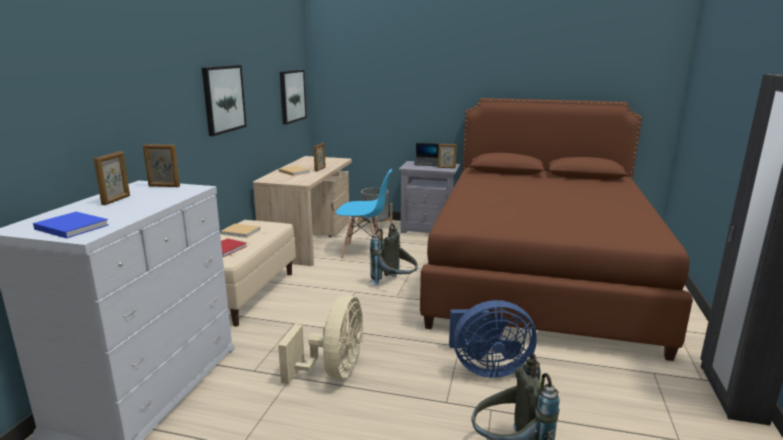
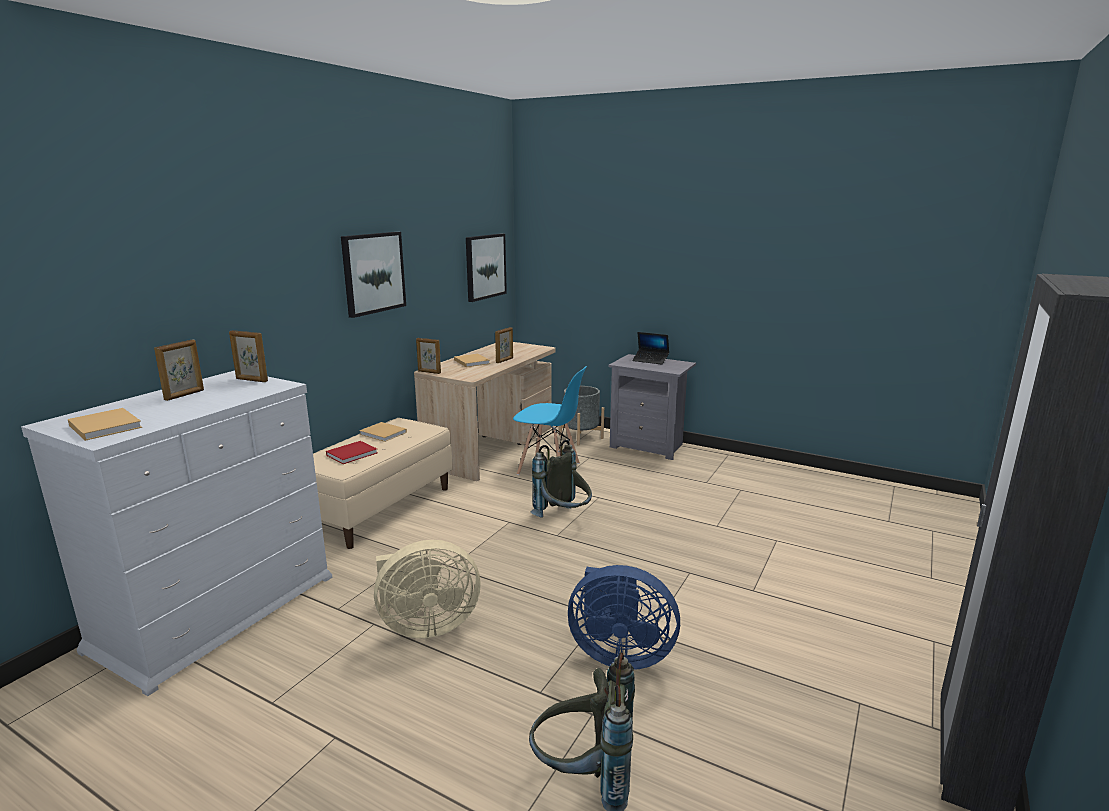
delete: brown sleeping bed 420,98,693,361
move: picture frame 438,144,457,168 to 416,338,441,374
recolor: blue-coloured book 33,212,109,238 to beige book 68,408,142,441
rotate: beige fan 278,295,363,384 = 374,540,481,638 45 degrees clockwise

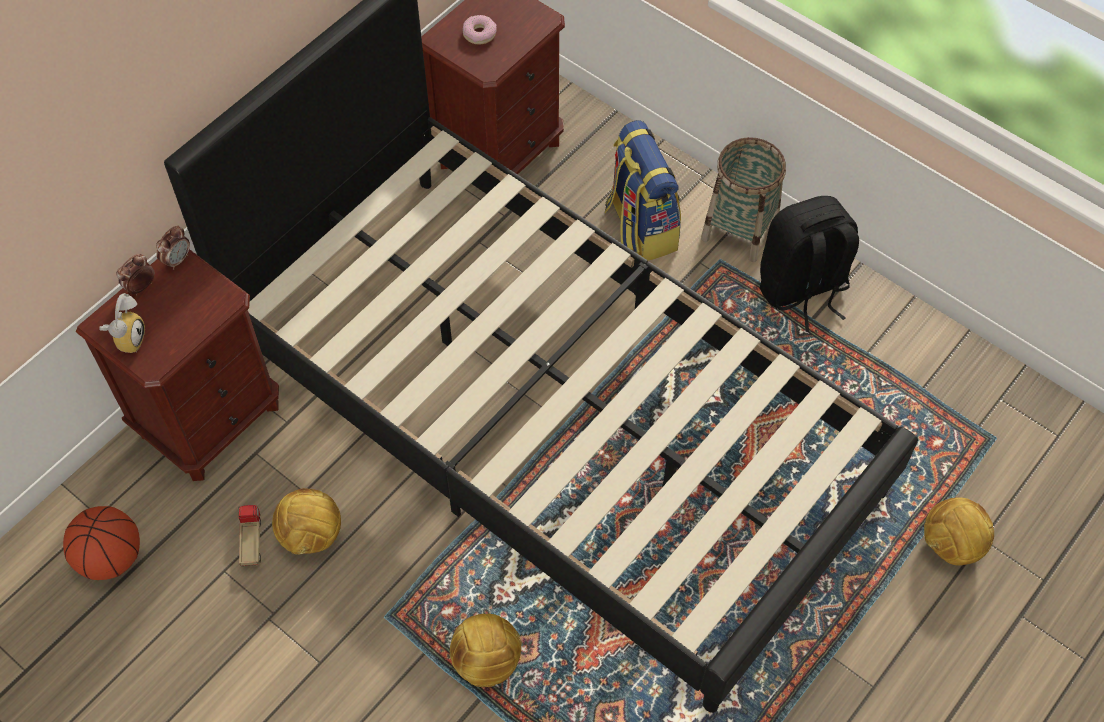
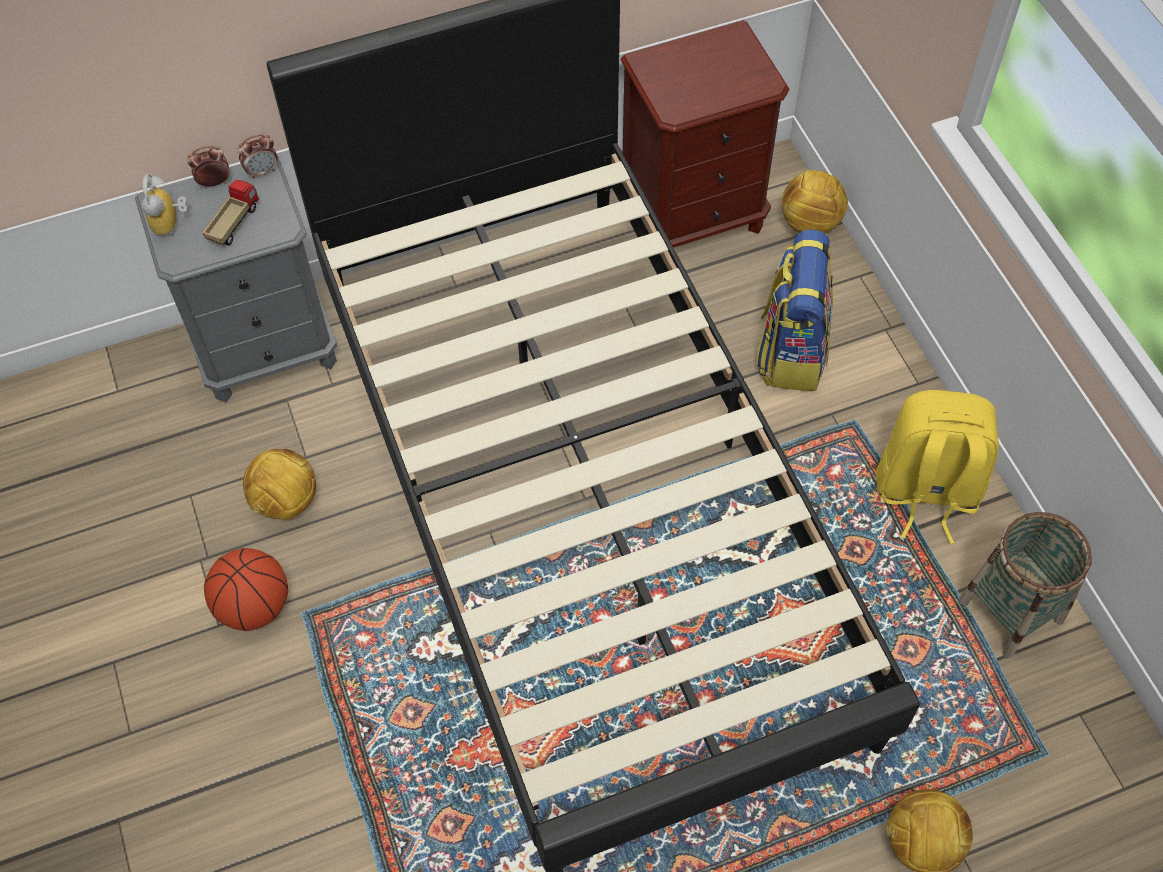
delete: ring doughnut 463,15,497,44
move: model truck 238,505,261,566 to 203,180,259,246; ball for basketball 63,506,140,580 to 204,548,288,631; football 450,614,522,687 to 781,170,848,234; storage basket 701,137,786,262 to 959,512,1092,659
recolor: brown nightstand 76,249,279,481 to greyish nightstand 135,157,337,403; blackish knapsack 760,196,859,332 to yellow knapsack 876,390,999,544
rotate: bedside clock 99,293,145,353 = 141,174,188,236 135 degrees clockwise

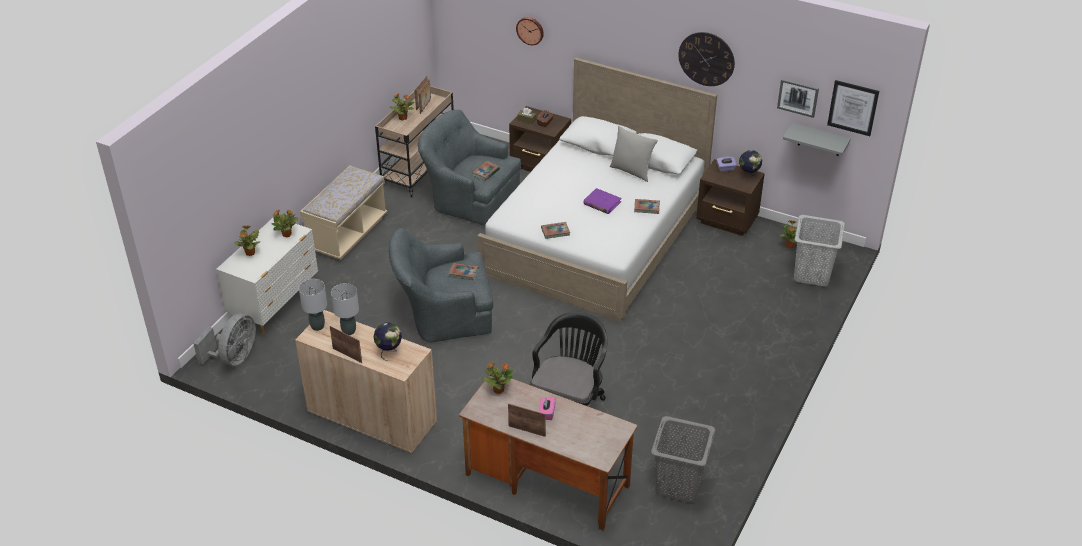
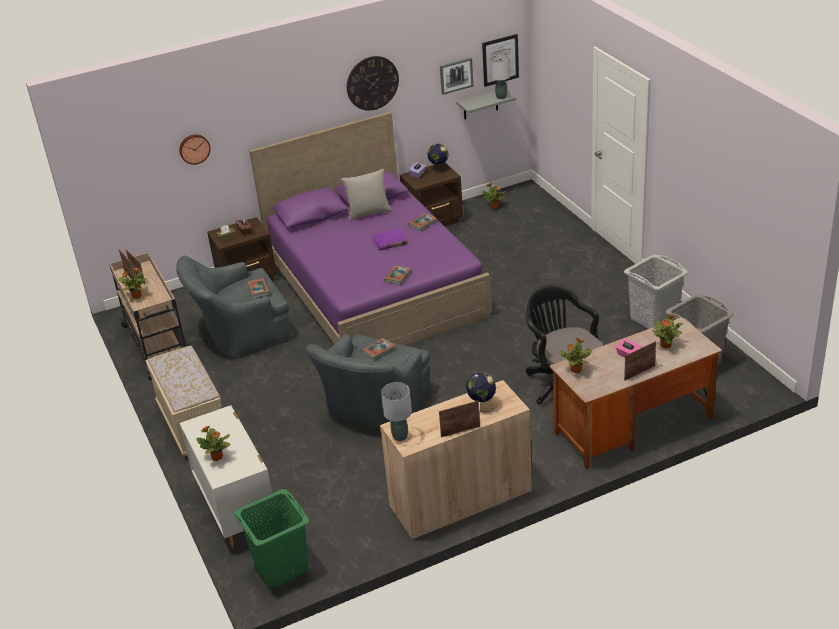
move: greyish table lamp 331,283,359,335 to 490,55,511,99; greyish washing basket 794,215,845,287 to 624,254,688,329; houseplant 271,210,298,237 to 653,315,683,348
replace: greyish fan 193,313,256,366 to green-coloured washing basket 234,489,309,588
recolor: white sleeping bed 477,58,717,322 to purple sleeping bed 249,112,492,346

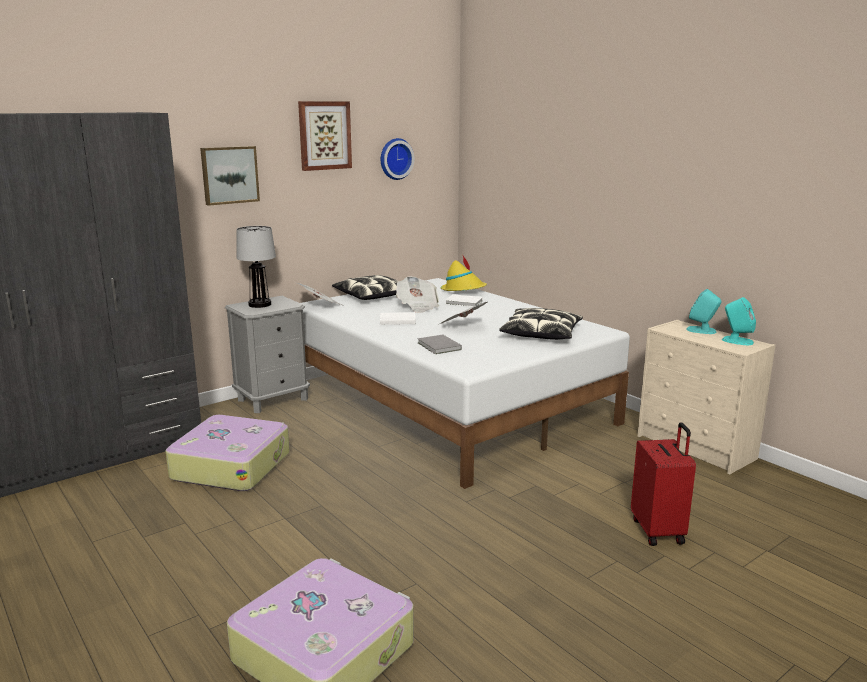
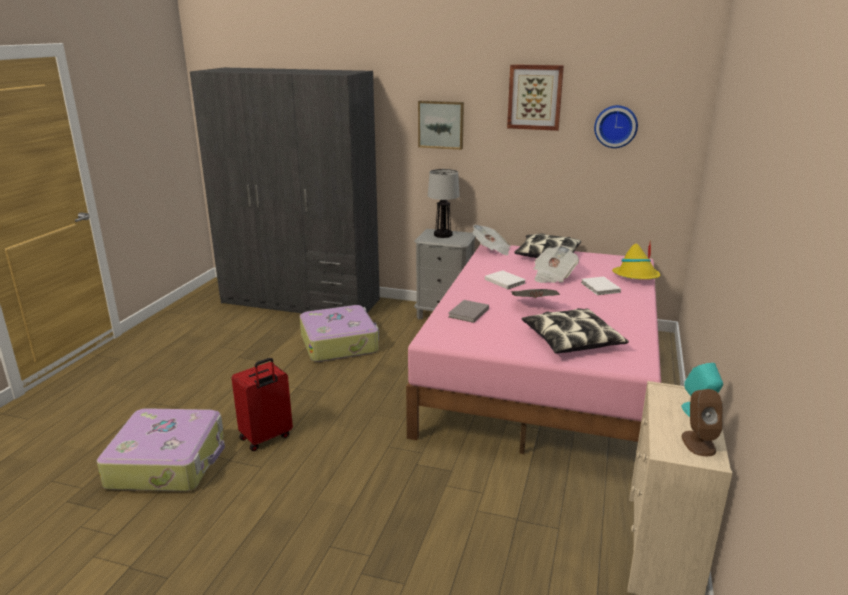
move: reddish piece of luggage 631,422,696,546 to 232,358,293,451
recolor: white sleeping bed 301,278,630,489 to pink sleeping bed 406,244,661,454; turquoise-coloured loudspeaker 722,297,756,345 to brown loudspeaker 682,389,723,456

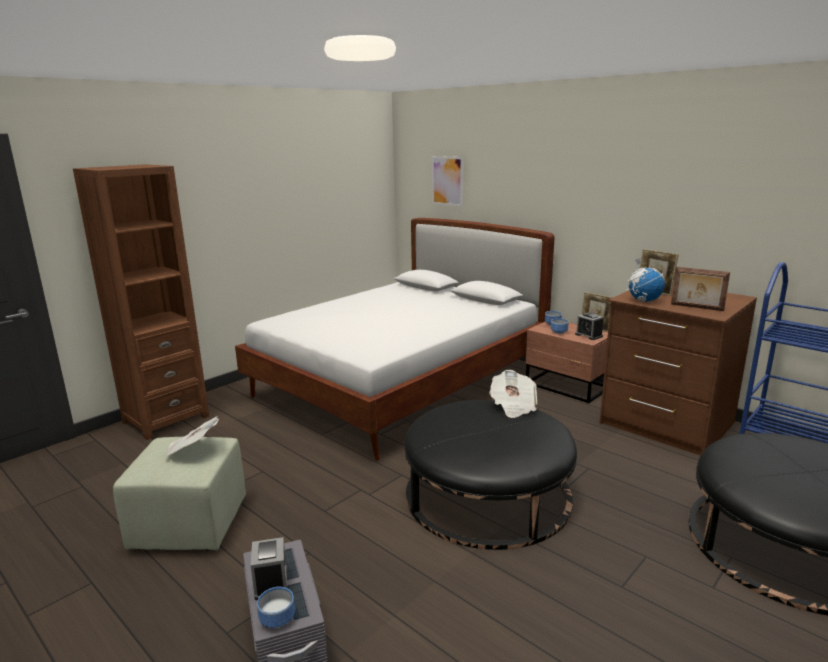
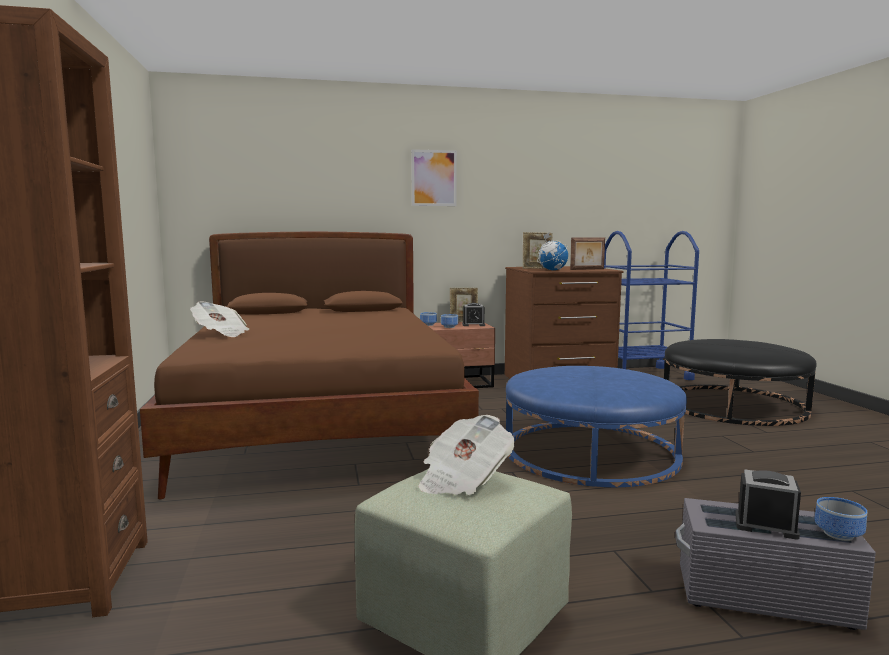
move: daily paper 489,370,537,418 to 190,302,249,337; wall art 432,156,463,207 to 411,149,457,206
recolor: white sleeping bed 235,218,555,461 to brown sleeping bed 140,232,479,500; blackish ottoman 404,400,577,550 to blue-coloured ottoman 506,366,687,487

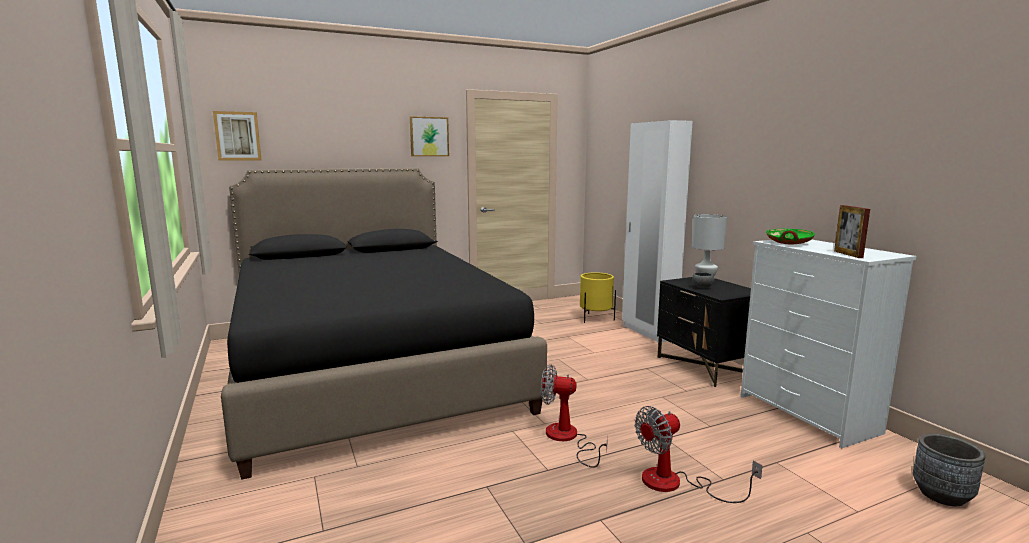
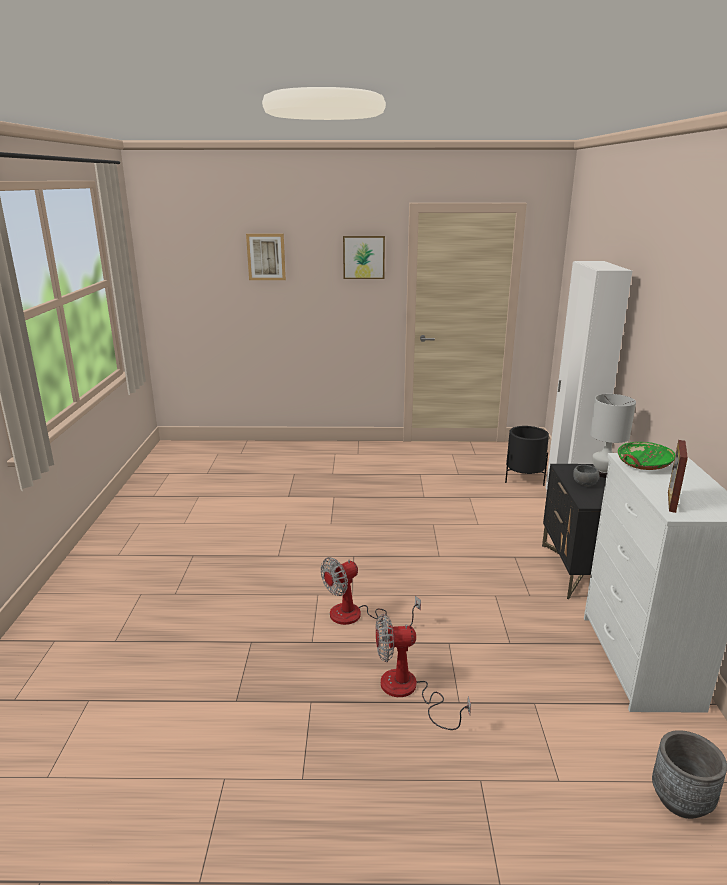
delete: blackish sleeping bed 221,168,547,480
move: wall art 213,111,261,161 to 246,234,286,280
recolor: yellow plant pot 580,272,616,323 to blackish plant pot 505,426,549,486
rotate: fan 541,364,608,468 = 321,557,421,626 75 degrees counterclockwise

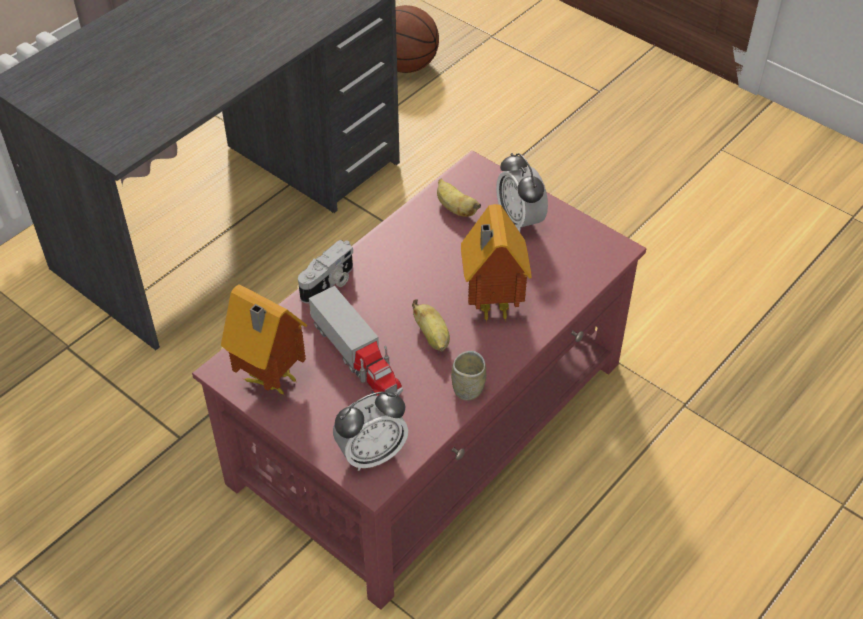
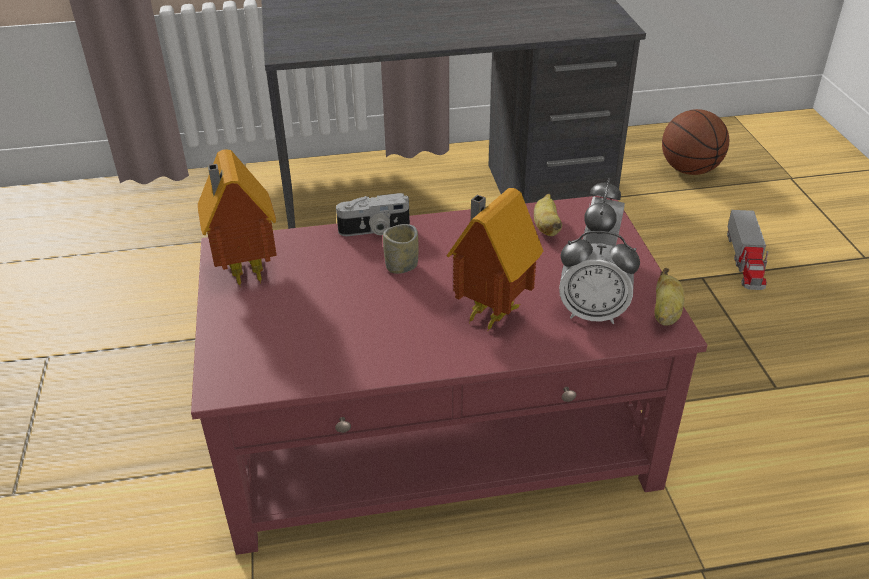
move: drinking cup 451,351,486,401 to 383,224,419,274; bedside clock 333,391,408,471 to 559,231,640,324; whole banana 412,299,450,352 to 655,268,685,326; model truck 309,286,403,396 to 727,210,768,290

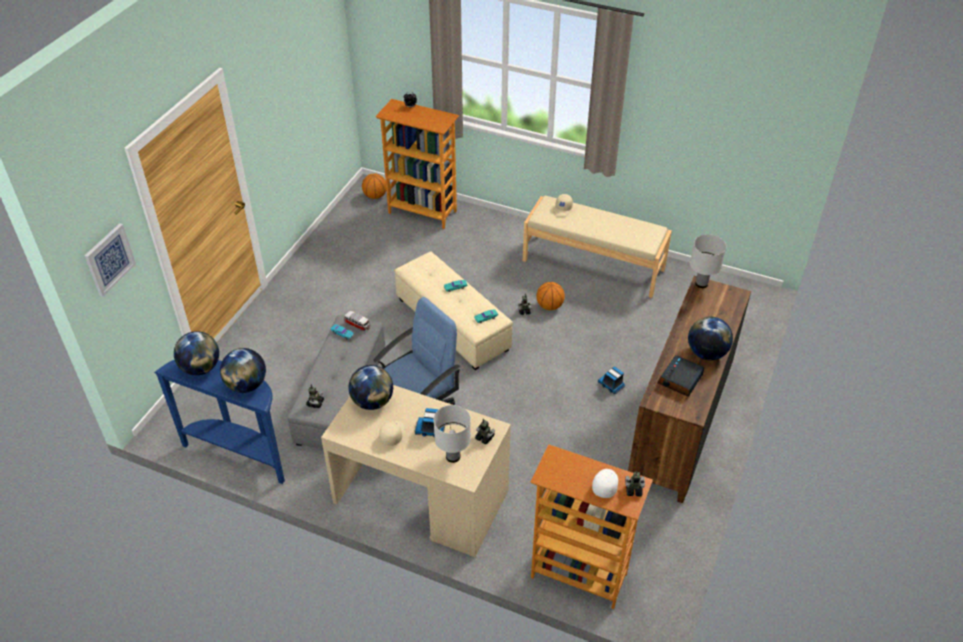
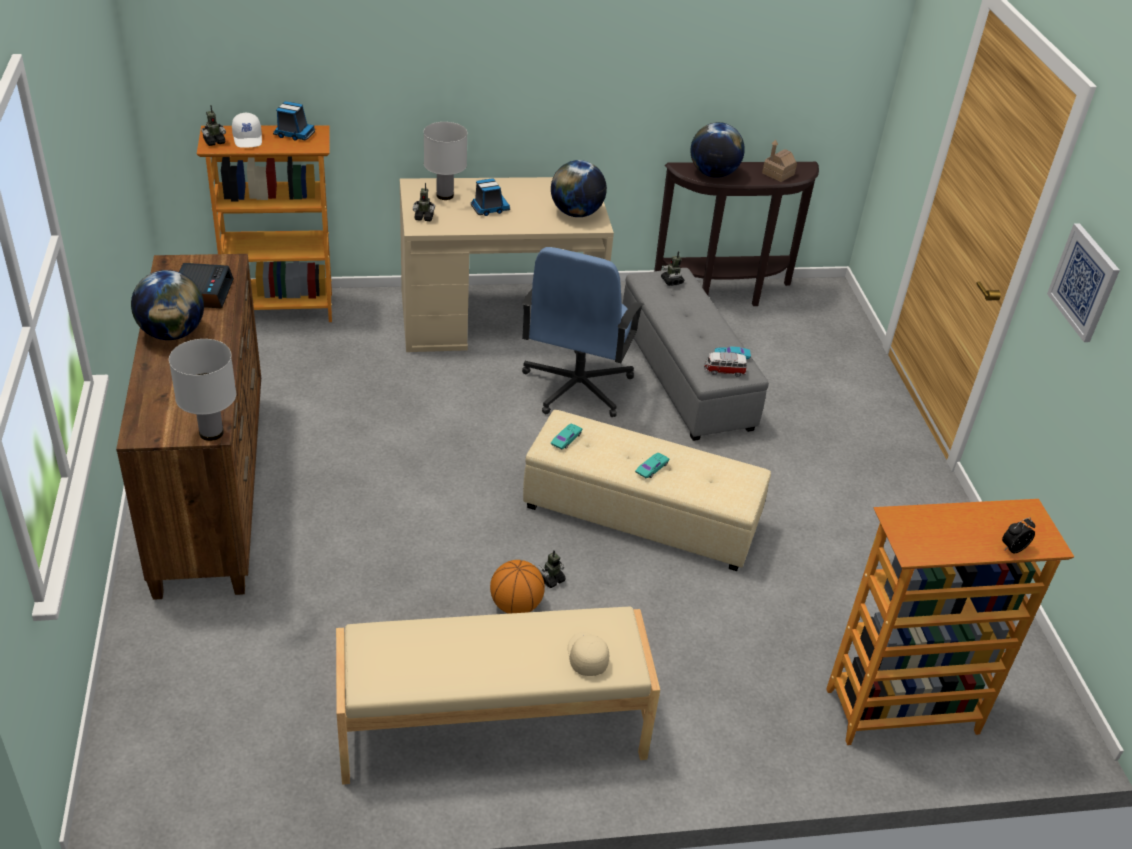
delete: ball for basketball 362,173,386,199; beige peaked cap 379,421,405,446
move: model truck 598,367,625,394 to 273,101,315,141; wall art 84,223,136,297 to 1047,223,1120,342
replace: globe 174,331,219,375 to miniature house 762,140,797,182
recolor: blue-coloured hall table 154,360,285,484 to brown hall table 654,162,819,306

